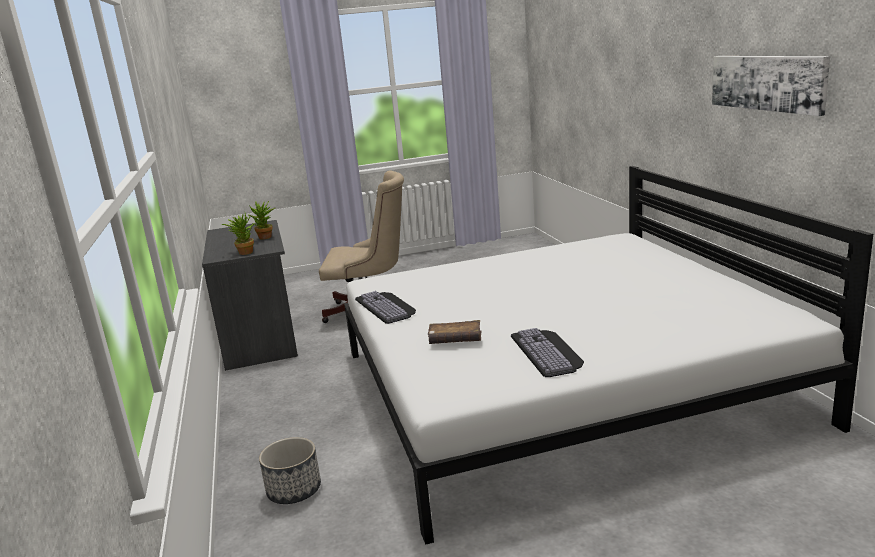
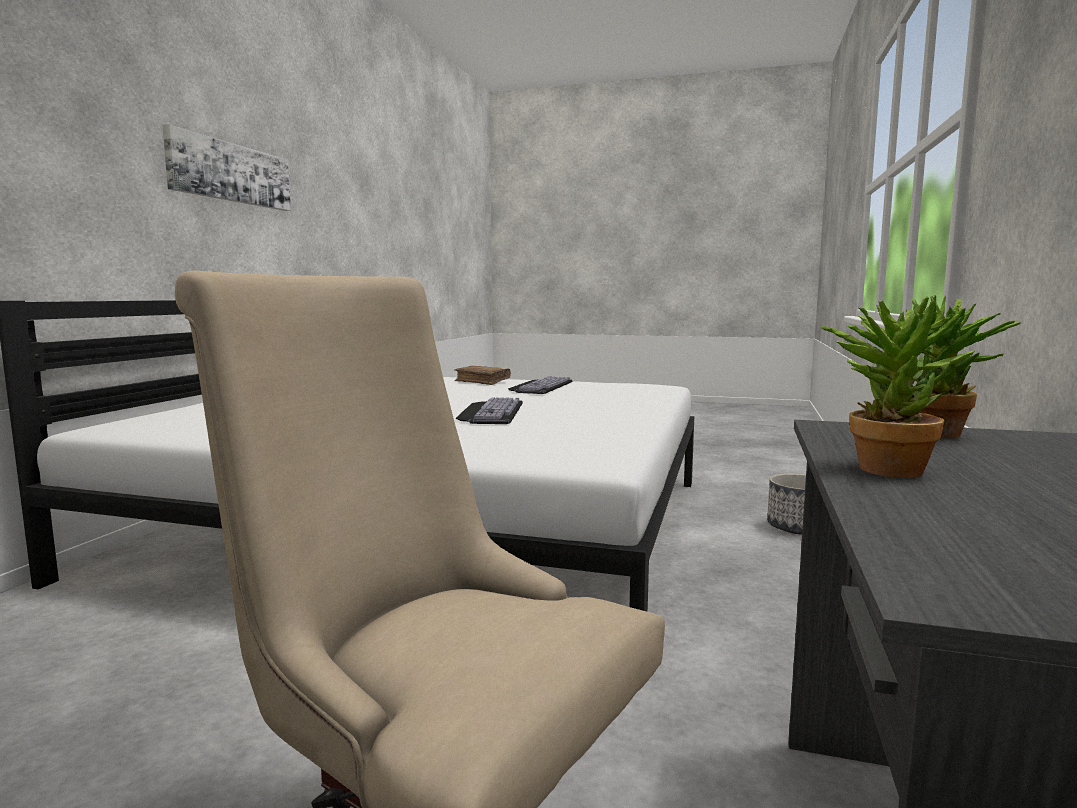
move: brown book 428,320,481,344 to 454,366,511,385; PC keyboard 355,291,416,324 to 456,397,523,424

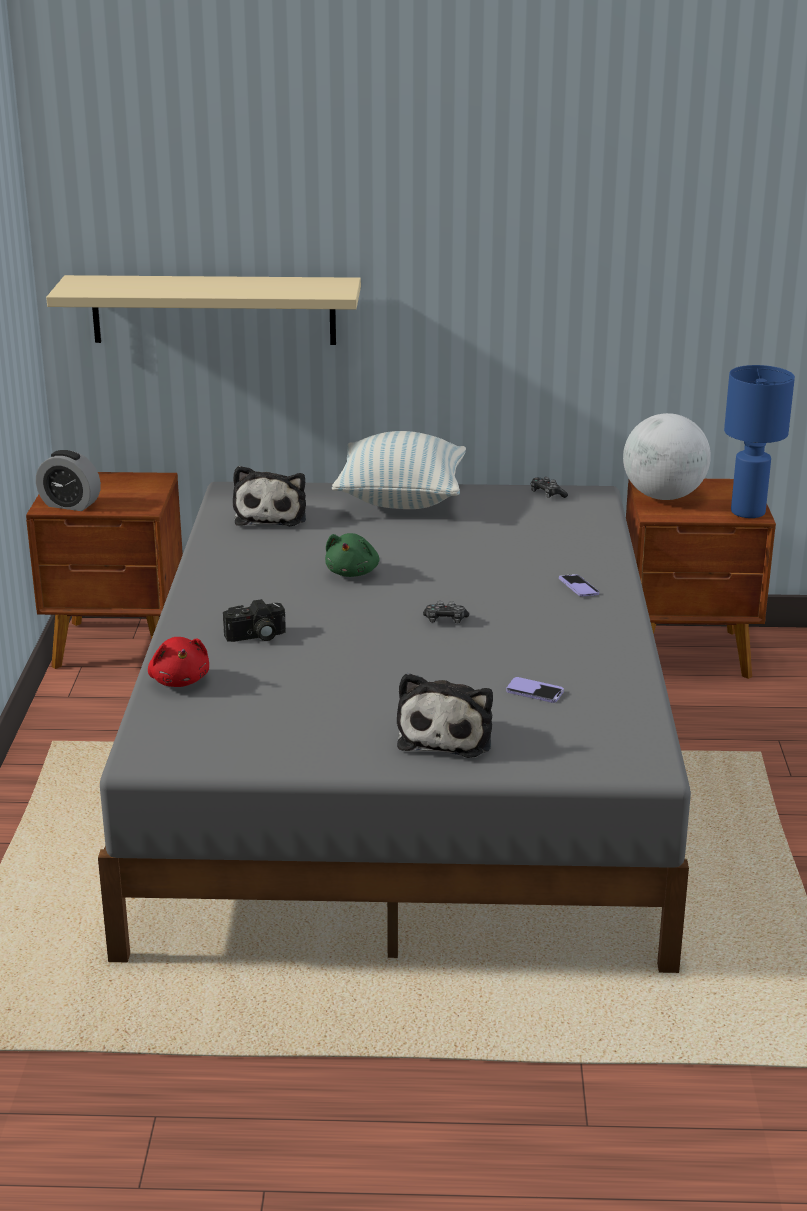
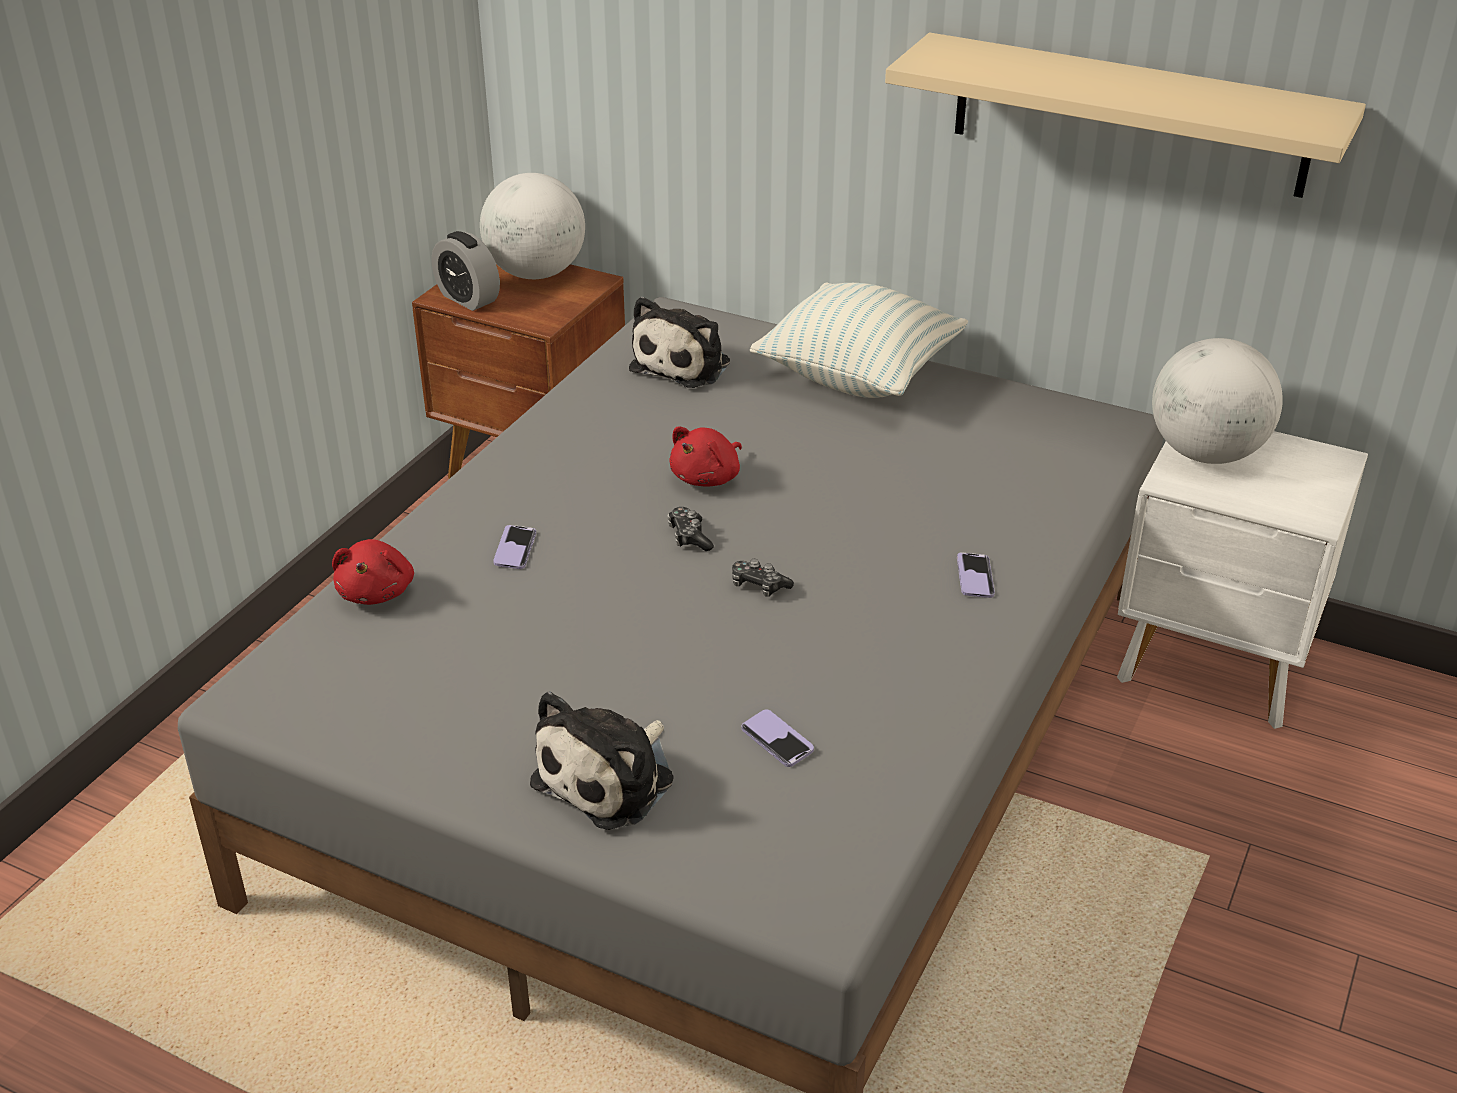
delete: blue-coloured table lamp 724,365,795,518
insert: globe 480,173,585,279
move: joypad 531,477,568,498 to 668,507,714,551; beige bracket shelf 46,275,361,345 to 885,32,1366,198
replace: photo camera 223,599,286,642 to telephone 493,525,536,569
recolor: green-coloured plush toy 325,533,379,577 to reddish plush toy 669,426,742,487; brown nightstand 626,479,776,679 to white nightstand 1117,431,1368,729

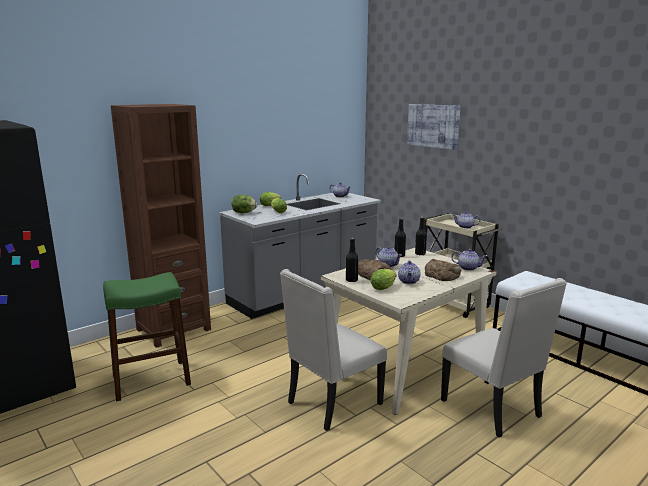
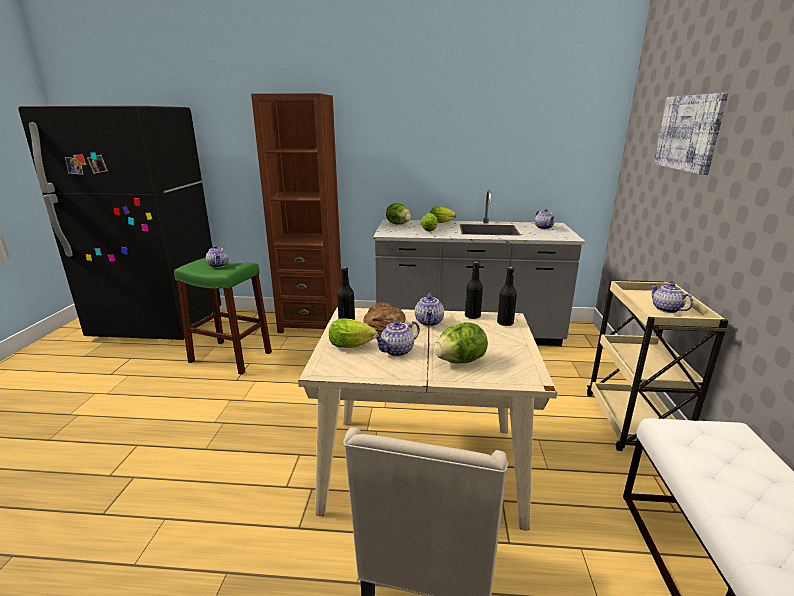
delete: beige upright chair 280,269,387,431
move: tea pot 451,249,487,271 to 206,246,229,268
replace: bakery bread 425,259,461,281 to head of lettuce 434,322,488,364

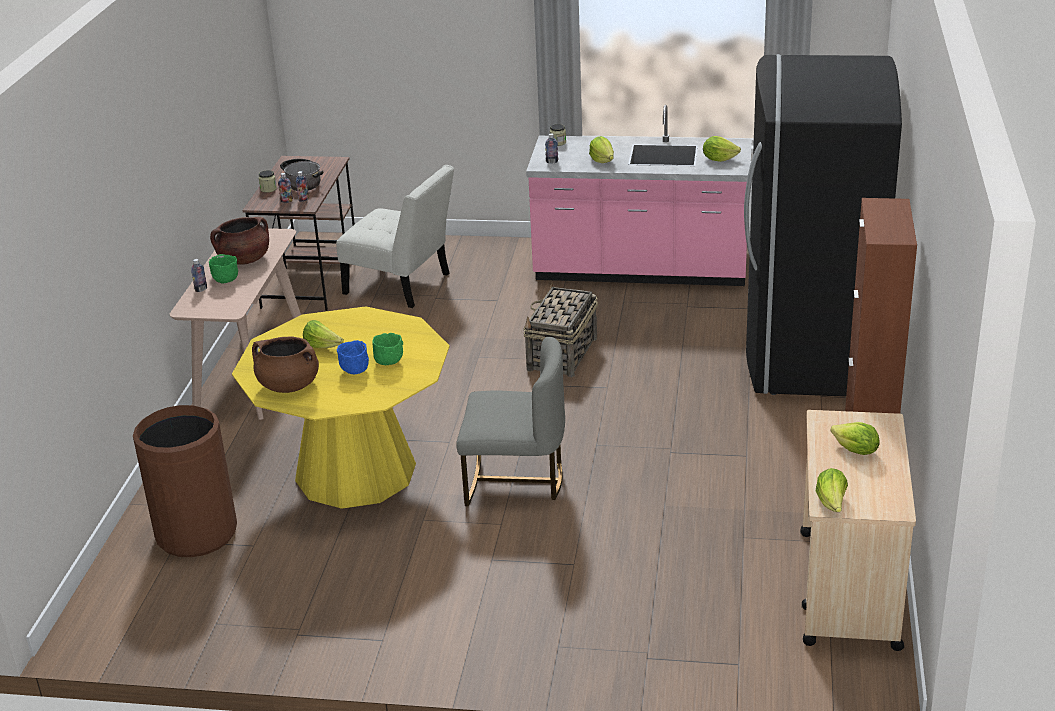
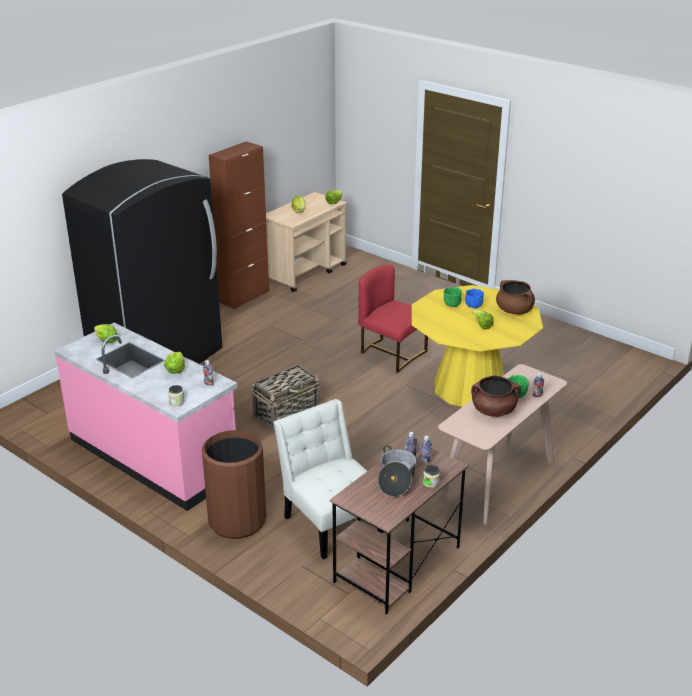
move: brown waste bin 133,405,237,557 to 202,430,266,539
recolor: greyish upright chair 456,337,565,506 to reddish upright chair 358,265,428,373

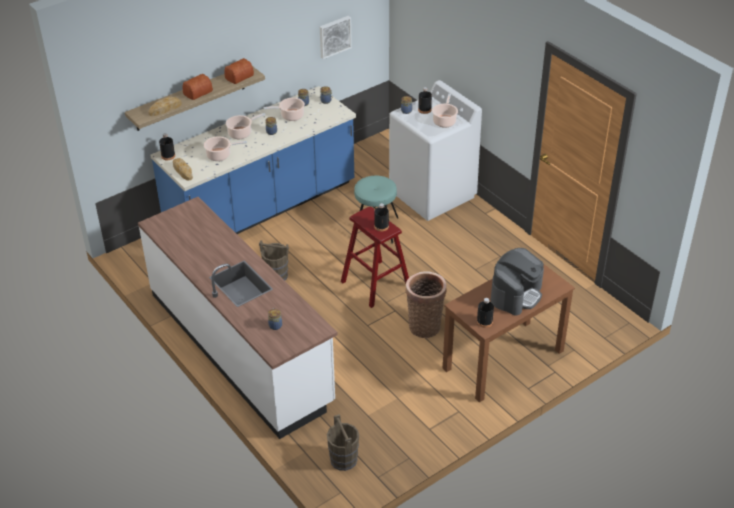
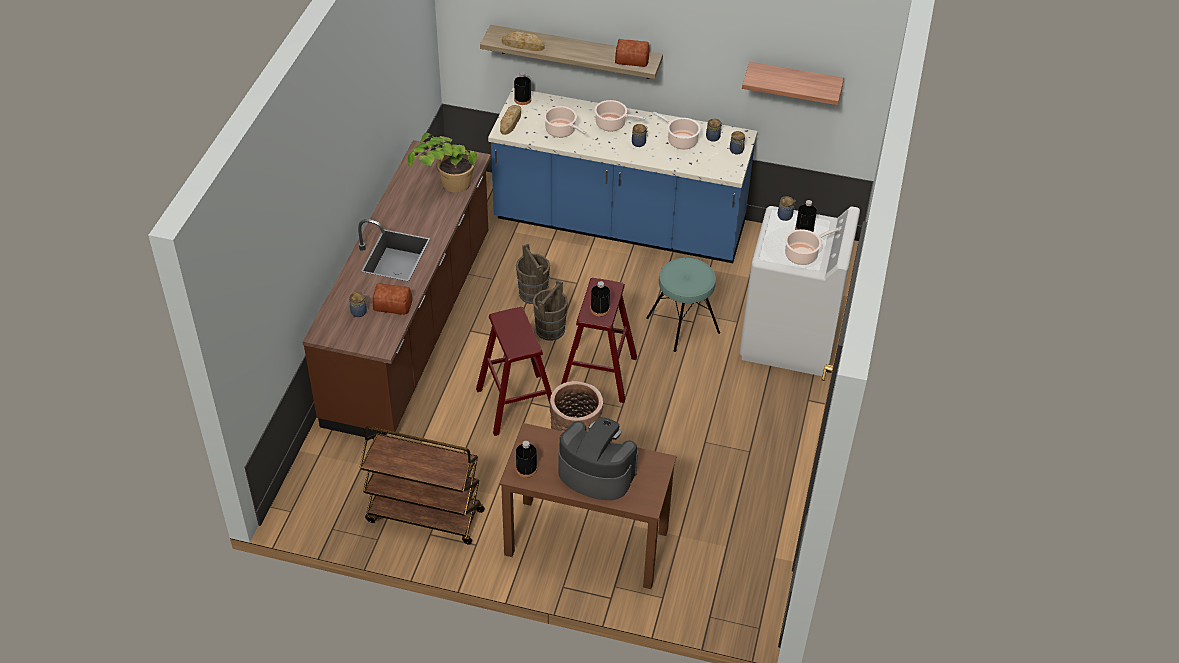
insert: brown cart 359,426,485,545; houseplant 408,132,477,193; reddish stool 476,307,552,436
move: bakery bread 182,74,213,100 to 373,283,412,315; brown water bucket 327,414,359,471 to 533,280,568,341
replace: wall art 320,16,352,59 to bracket shelf 742,62,844,105
recolor: white kitchen base unit 138,197,338,439 to brown kitchen base unit 302,140,491,439
rotate: coffee machine 491,248,544,315 = 558,417,638,500 150 degrees counterclockwise

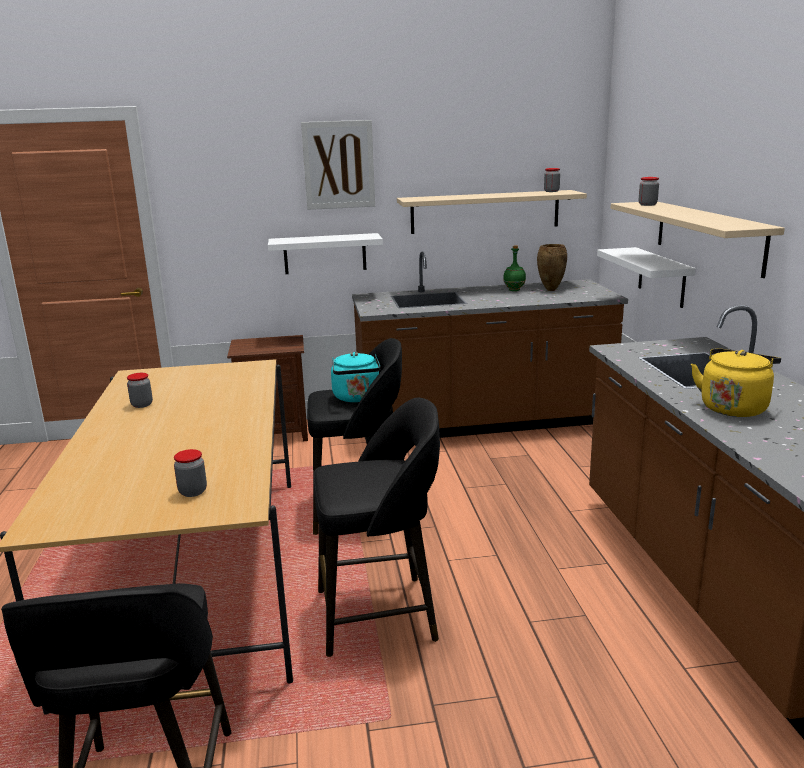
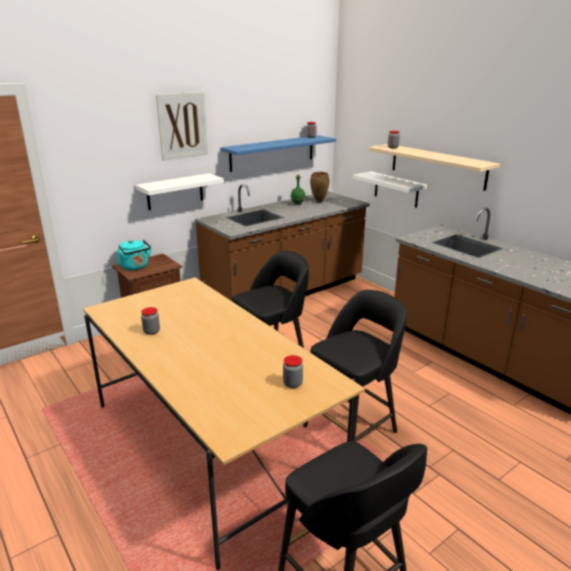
delete: yellow kettle 691,348,781,417
move: turquoise-coloured kettle 331,352,381,402 to 117,239,152,270
recolor: beige bracket shelf 397,190,587,234 to blue-coloured bracket shelf 221,135,336,172

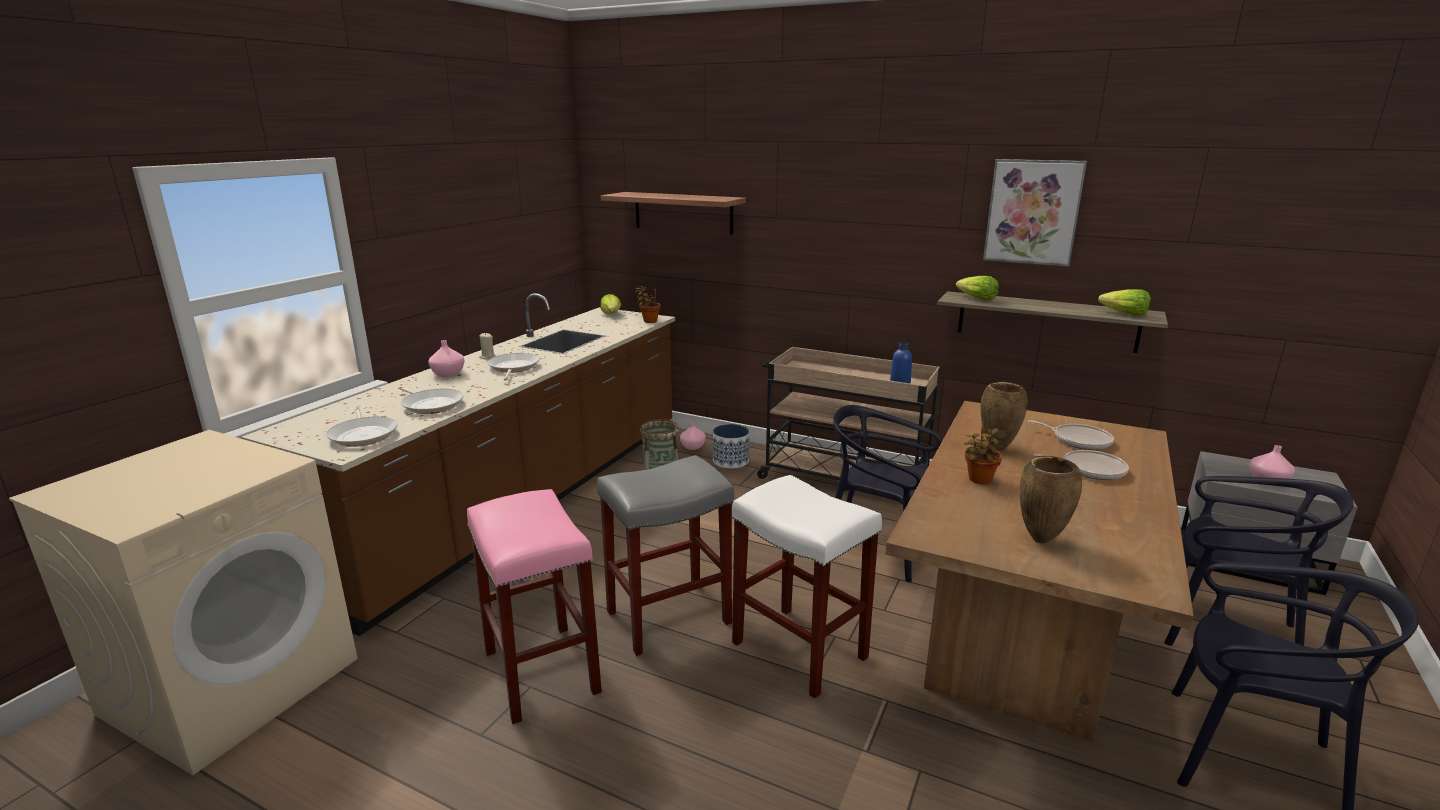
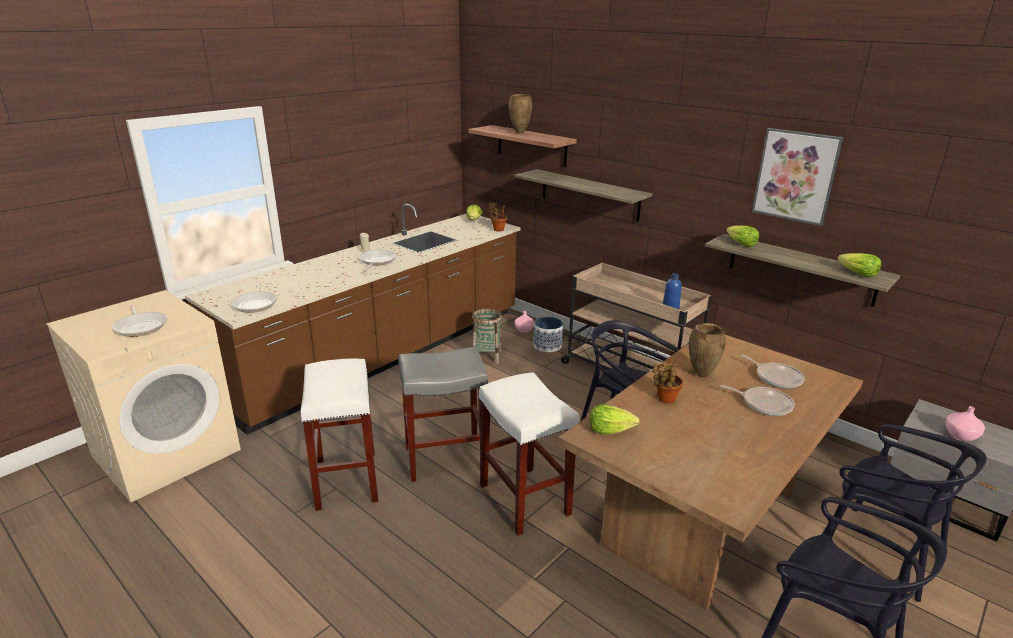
delete: pink vase 428,340,465,377
insert: bracket shelf 515,169,652,222; head of lettuce 590,404,640,434
move: pan 398,387,463,414 to 112,305,167,337; brown vase 1020,456,1082,544 to 509,94,532,133
recolor: pink stool 467,489,602,724 to white stool 301,359,378,511

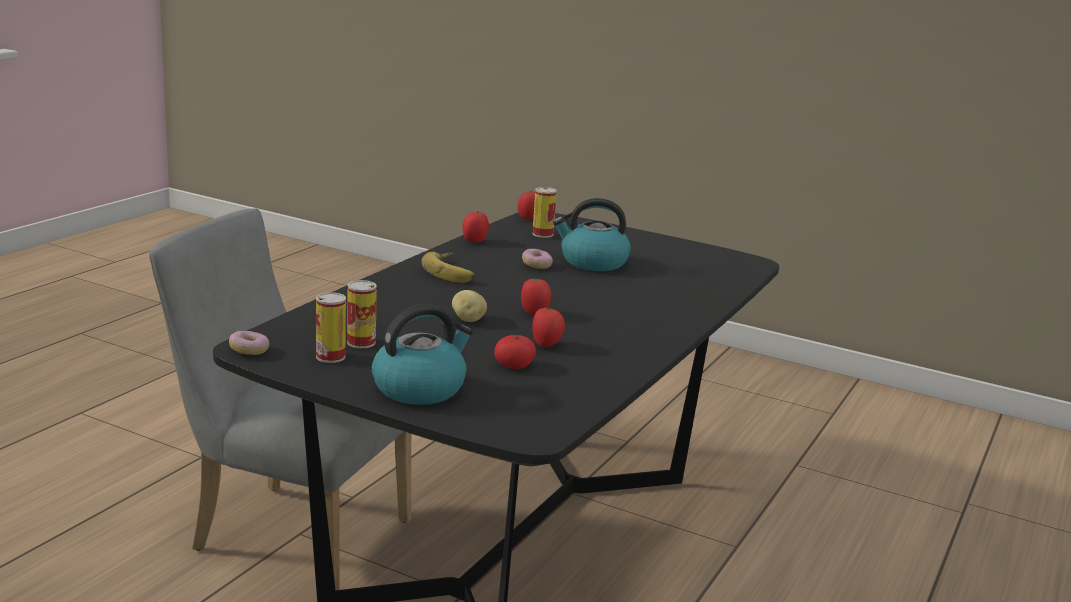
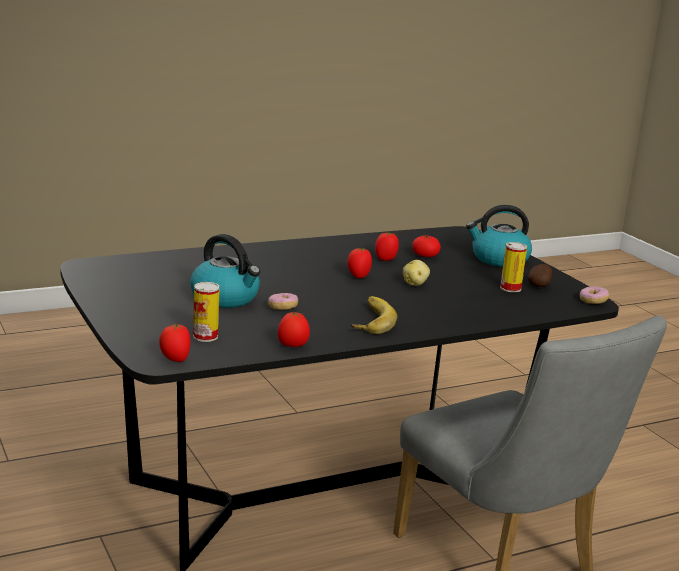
replace: can 316,292,346,363 to whole potato 528,264,552,287

